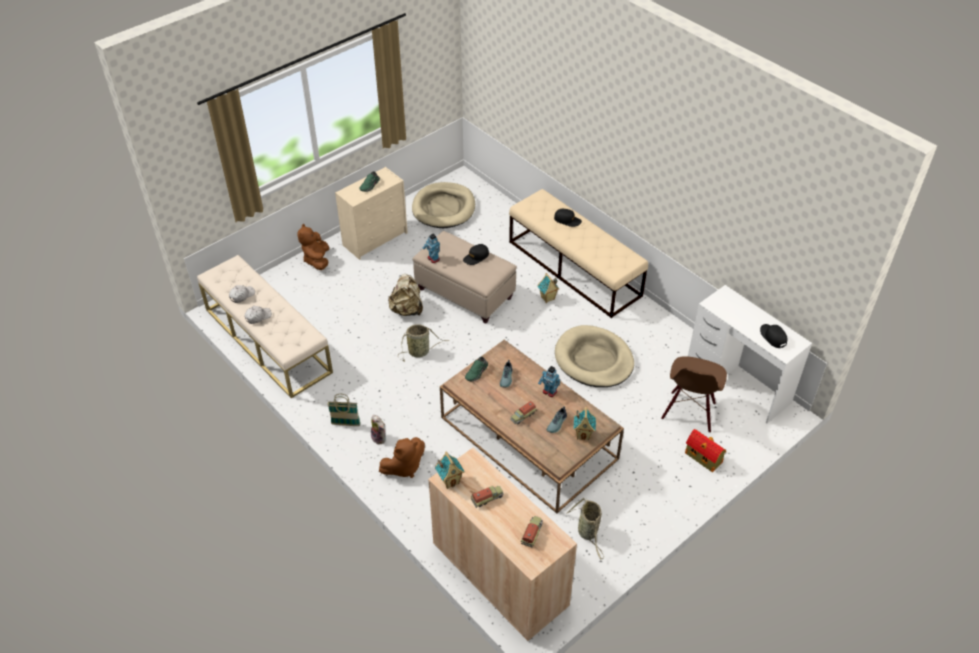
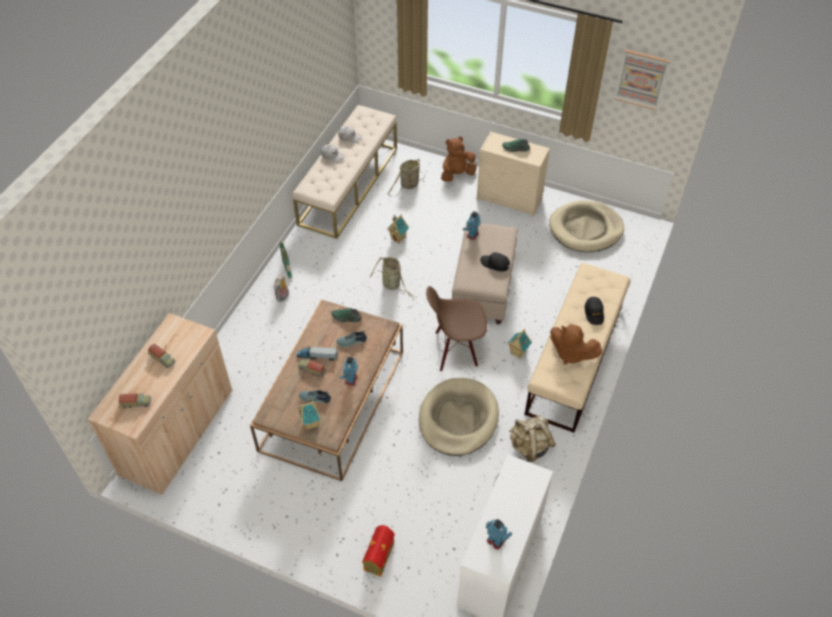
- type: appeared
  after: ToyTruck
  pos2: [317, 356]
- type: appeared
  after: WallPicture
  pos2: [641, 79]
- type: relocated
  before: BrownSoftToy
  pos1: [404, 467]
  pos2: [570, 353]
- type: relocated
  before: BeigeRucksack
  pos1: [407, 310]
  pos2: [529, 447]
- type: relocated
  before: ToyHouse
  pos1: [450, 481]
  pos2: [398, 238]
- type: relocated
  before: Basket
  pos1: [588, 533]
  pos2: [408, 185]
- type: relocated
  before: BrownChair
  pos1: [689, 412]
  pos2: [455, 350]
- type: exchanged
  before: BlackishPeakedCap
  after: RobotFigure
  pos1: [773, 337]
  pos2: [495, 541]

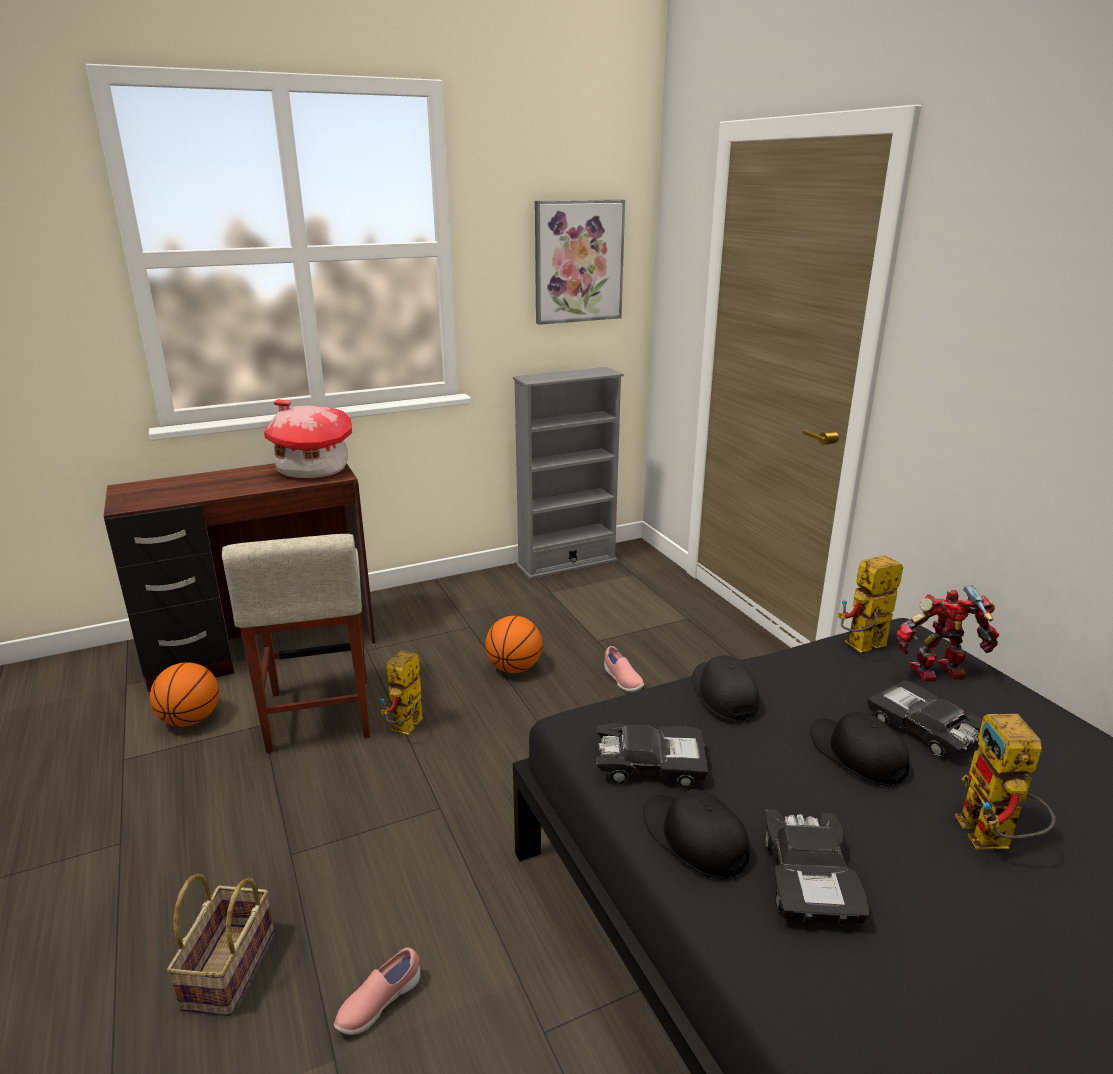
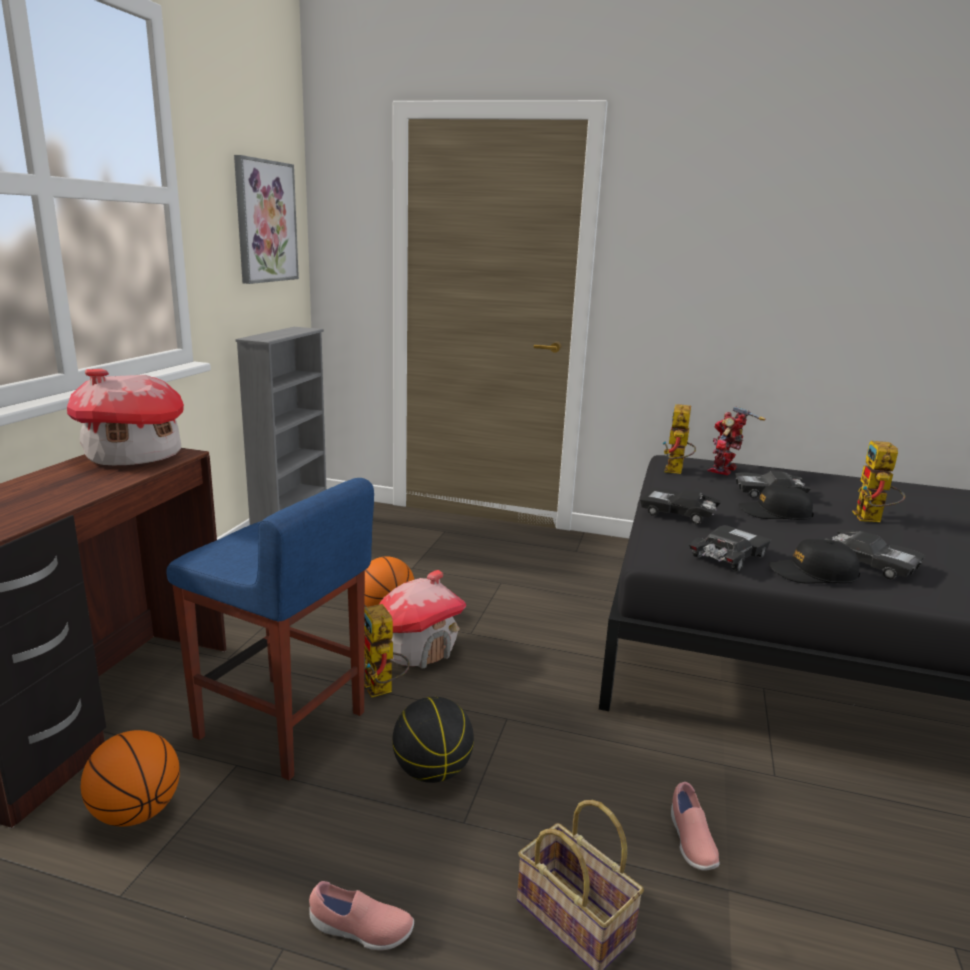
- type: appeared
  after: ToyHouse
  pos2: [419, 649]
- type: appeared
  after: Basketball
  pos2: [432, 772]
- type: relocated
  before: PinkishItemOfFootwear
  pos1: [622, 680]
  pos2: [360, 931]
- type: exchanged
  before: BlackishPeakedCap
  after: BlackishModelCar
  pos1: [723, 694]
  pos2: [679, 513]
- type: colour
  before: BeigeStool
  after: BlueStool
  pos1: [319, 715]
  pos2: [283, 725]
- type: spun
  before: RobotFigure
  pos1: [993, 841]
  pos2: [872, 520]
  turn: 60

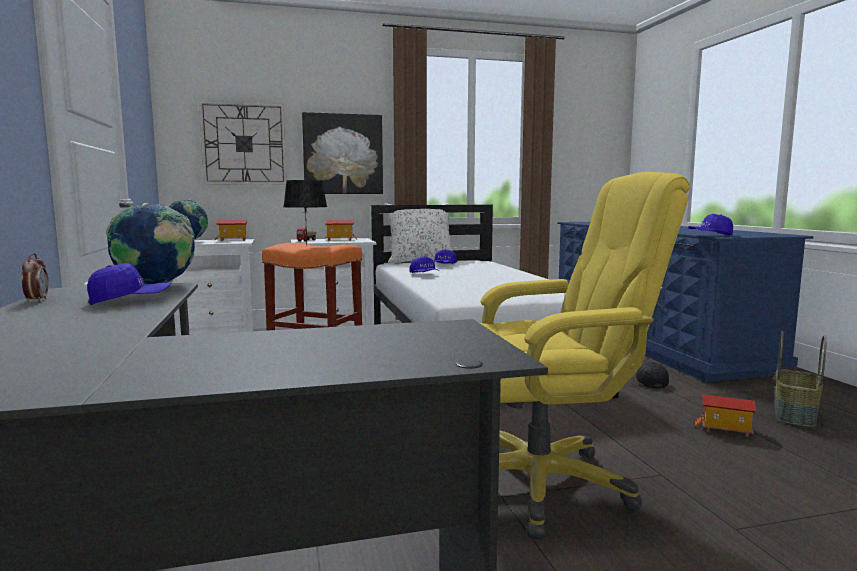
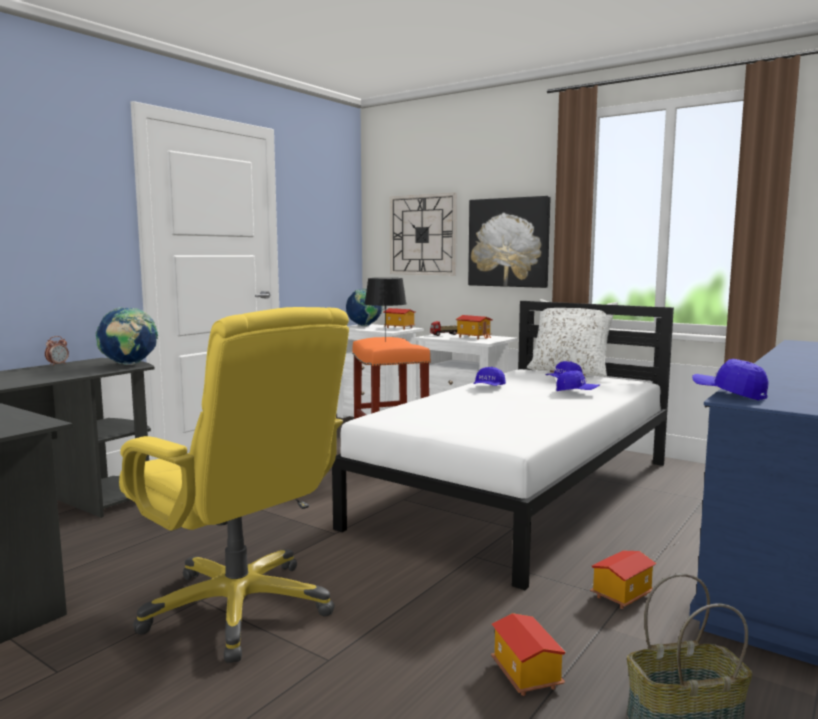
- type: relocated
  before: BluePeakedCap
  pos1: [130, 301]
  pos2: [577, 392]
- type: exchanged
  before: BlackishPeakedCap
  after: ToyHouse
  pos1: [649, 382]
  pos2: [621, 595]

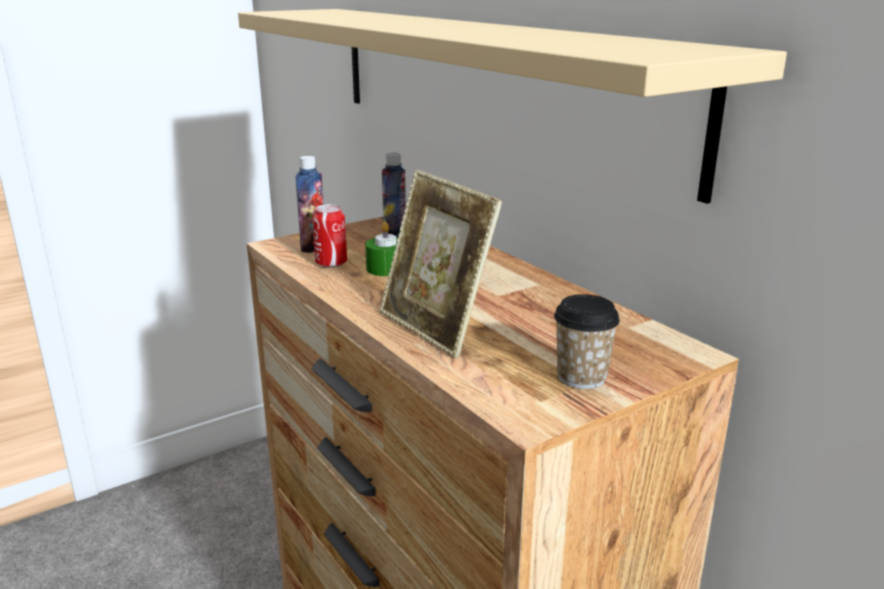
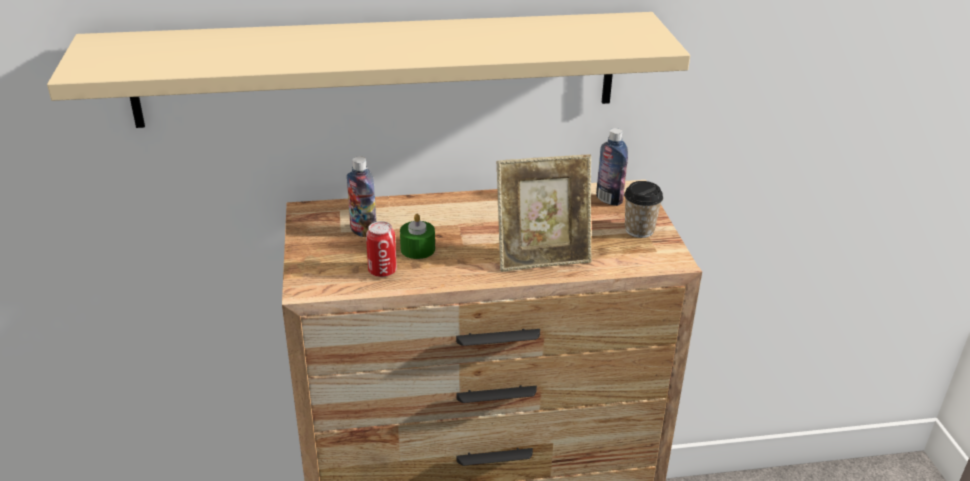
- type: relocated
  before: Bottle
  pos1: [313, 247]
  pos2: [609, 199]

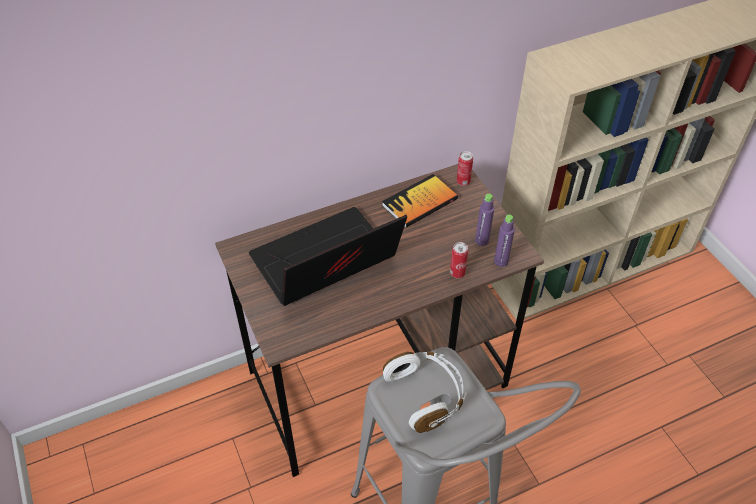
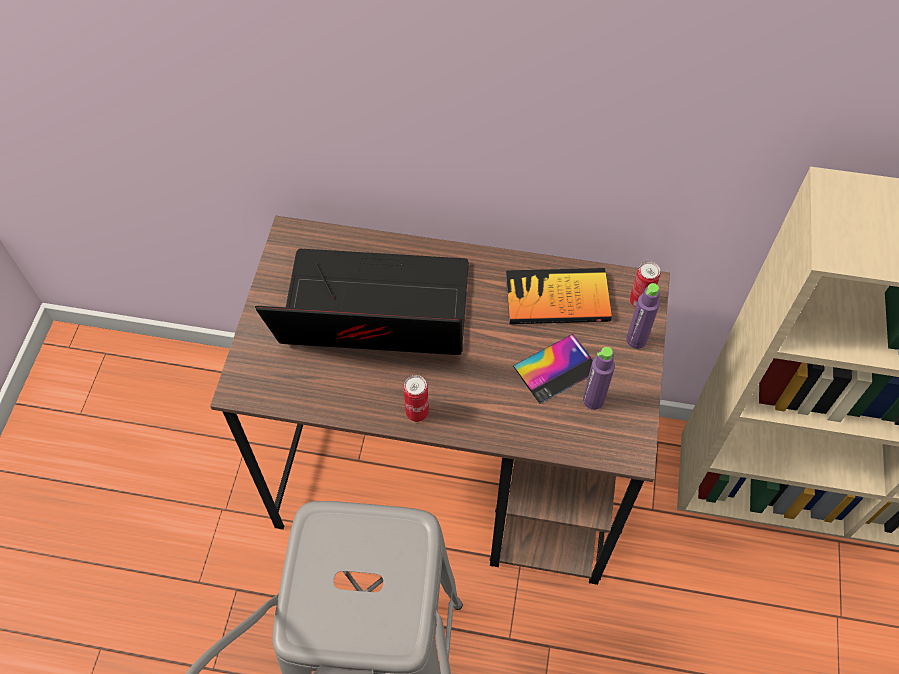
- type: missing
  before: WhiteColouredHeadset
  pos1: [426, 395]
- type: appeared
  after: Phone
  pos2: [556, 368]
- type: relocated
  before: MetalCan
  pos1: [457, 273]
  pos2: [417, 412]
- type: relocated
  before: PurpleColouredBottle
  pos1: [501, 261]
  pos2: [636, 340]

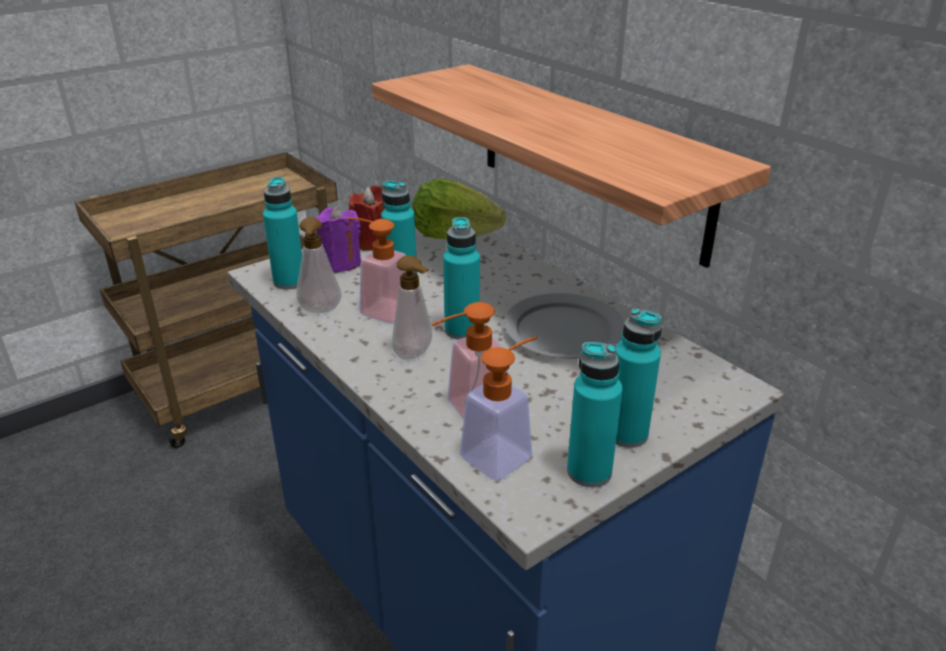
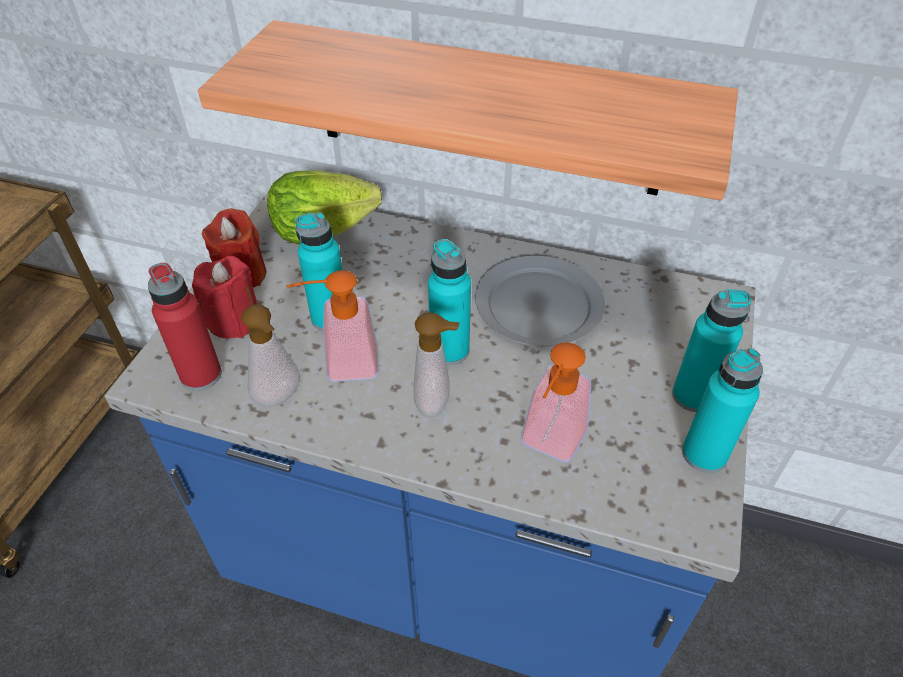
- type: missing
  before: SoapDispenser
  pos1: [504, 452]
- type: colour
  before: TurquoiseColouredBottle
  after: ReddishBottle
  pos1: [289, 282]
  pos2: [201, 375]
- type: colour
  before: PurpleColouredWaxLight
  after: ReddishWaxLight
  pos1: [340, 263]
  pos2: [234, 320]

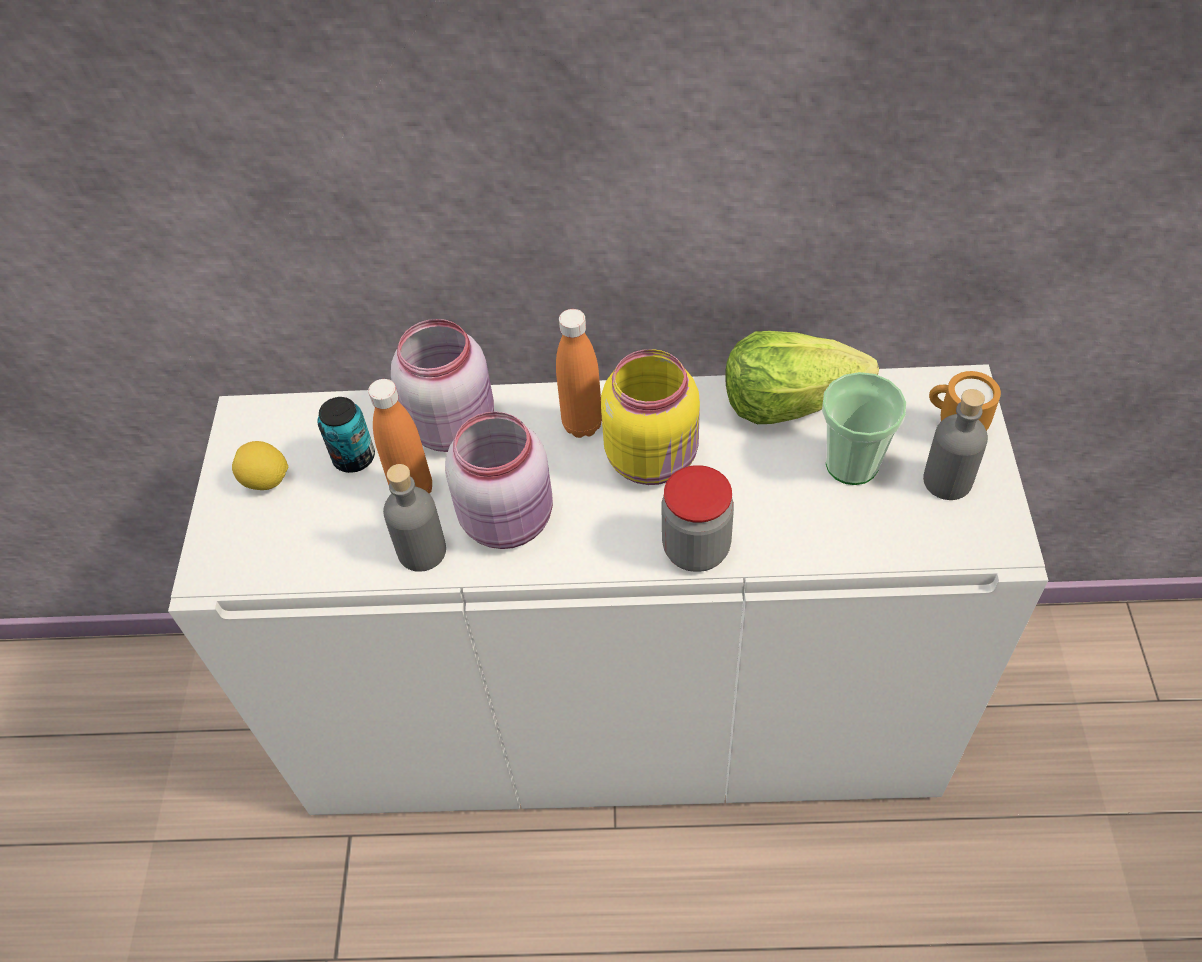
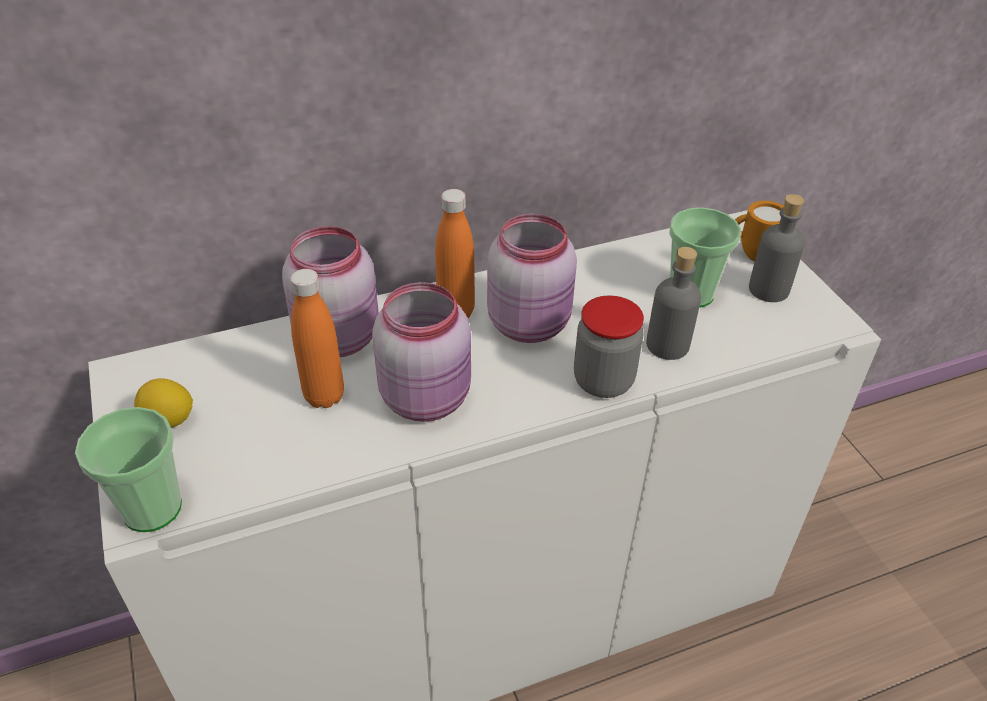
- type: missing
  before: MetalCan
  pos1: [354, 458]
- type: missing
  before: Lettuce
  pos1: [789, 399]
- type: appeared
  after: SmallCup
  pos2: [152, 508]
- type: relocated
  before: GreyishBottle
  pos1: [422, 551]
  pos2: [667, 345]
- type: colour
  before: YellowJar
  after: PinkishJar
  pos1: [654, 458]
  pos2: [531, 323]

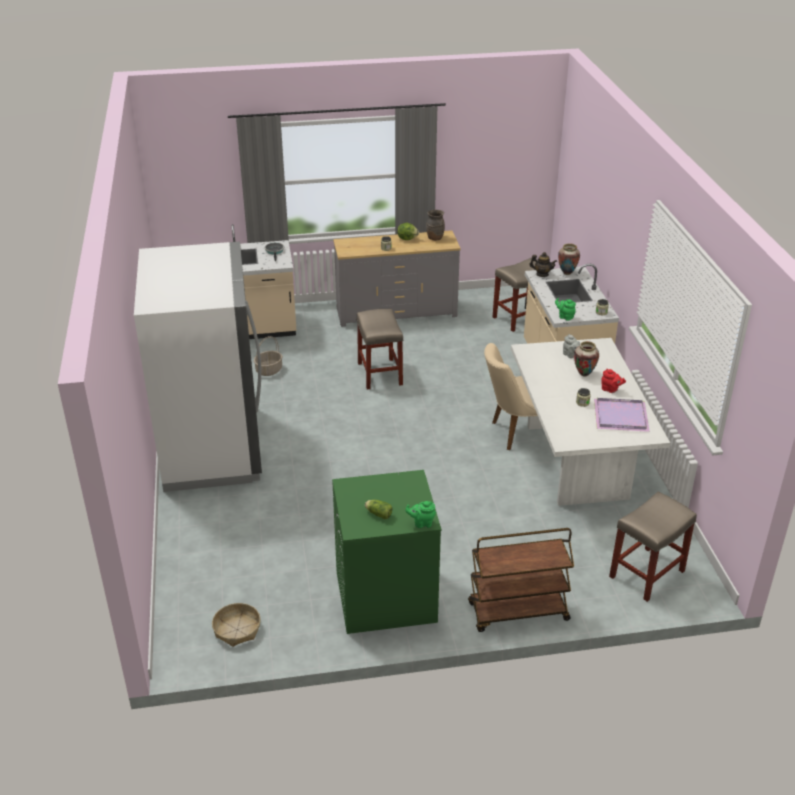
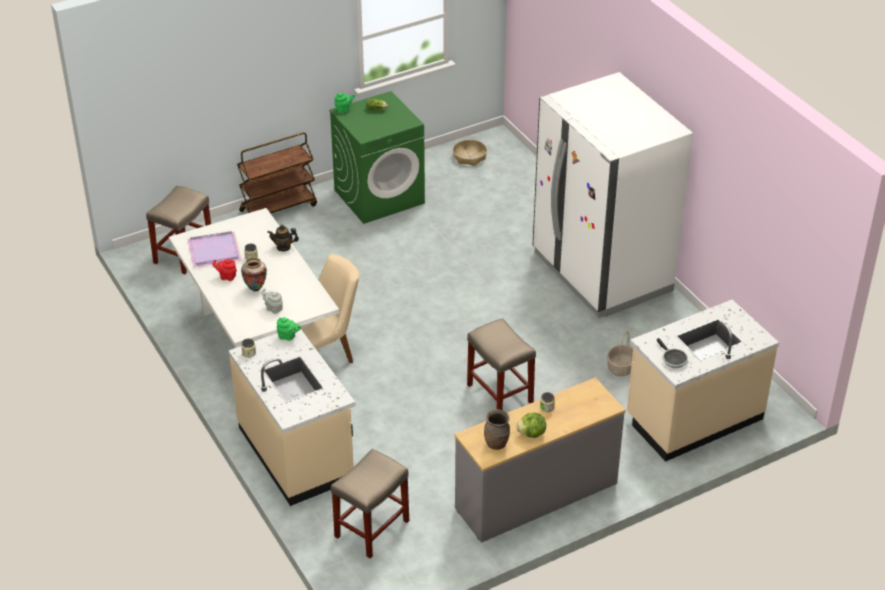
- type: missing
  before: Vase
  pos1: [567, 273]
- type: relocated
  before: TeaPot
  pos1: [542, 274]
  pos2: [283, 247]

